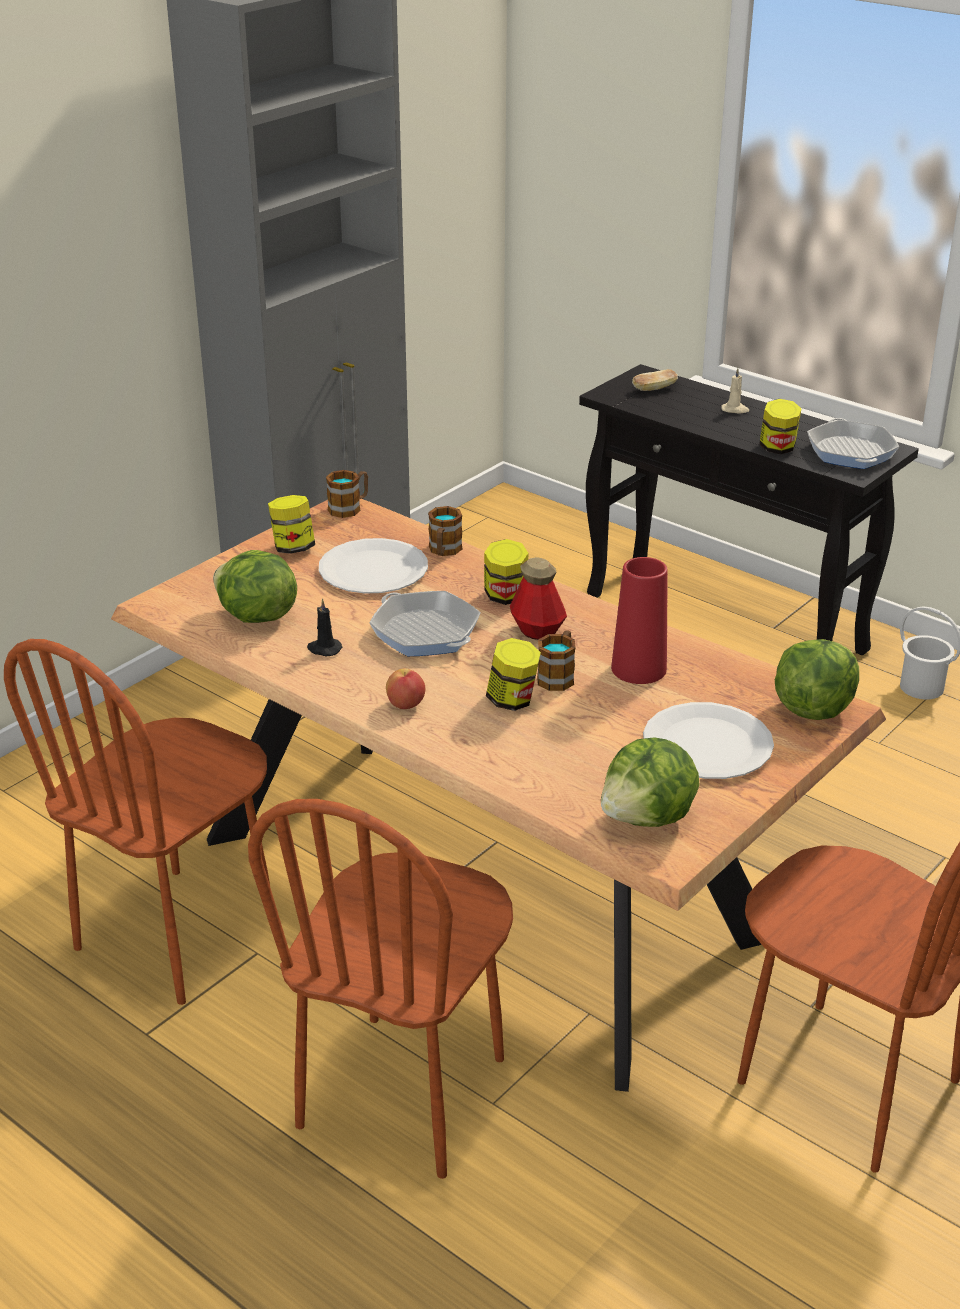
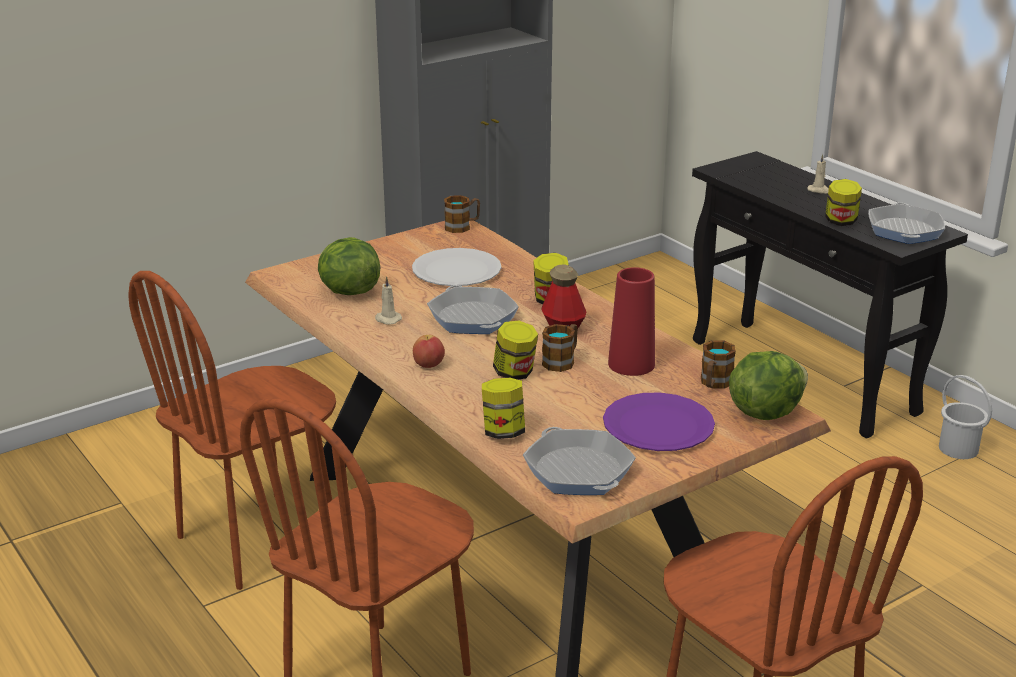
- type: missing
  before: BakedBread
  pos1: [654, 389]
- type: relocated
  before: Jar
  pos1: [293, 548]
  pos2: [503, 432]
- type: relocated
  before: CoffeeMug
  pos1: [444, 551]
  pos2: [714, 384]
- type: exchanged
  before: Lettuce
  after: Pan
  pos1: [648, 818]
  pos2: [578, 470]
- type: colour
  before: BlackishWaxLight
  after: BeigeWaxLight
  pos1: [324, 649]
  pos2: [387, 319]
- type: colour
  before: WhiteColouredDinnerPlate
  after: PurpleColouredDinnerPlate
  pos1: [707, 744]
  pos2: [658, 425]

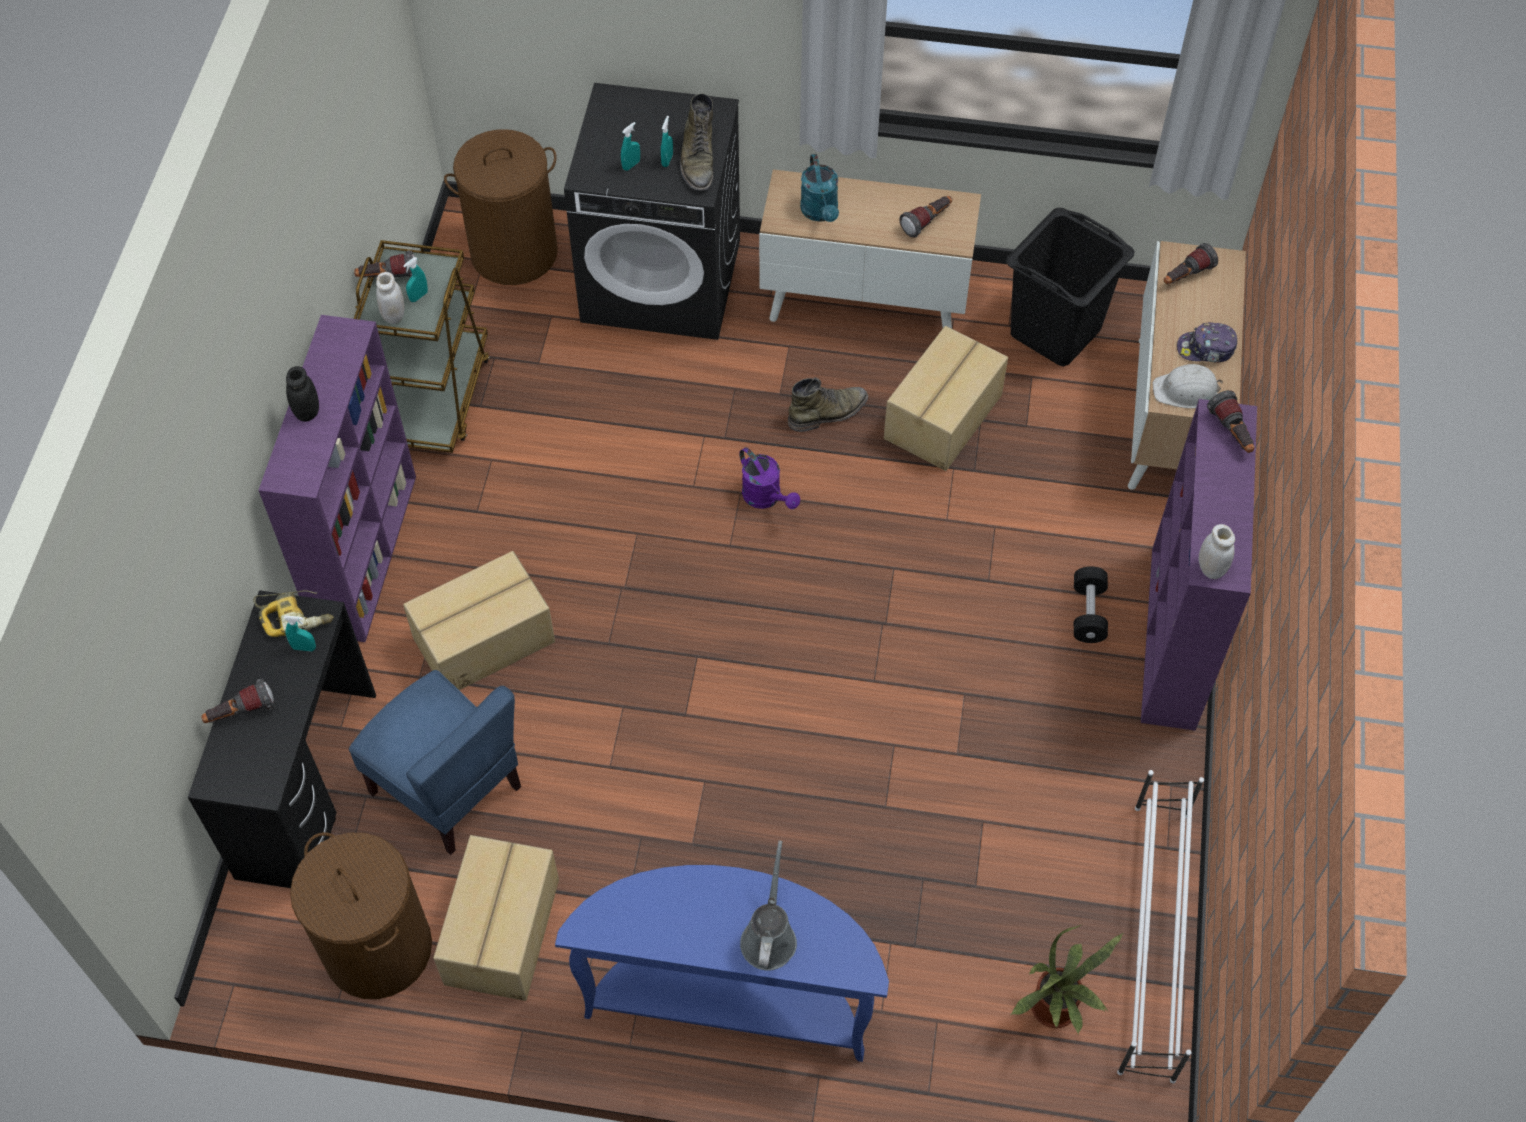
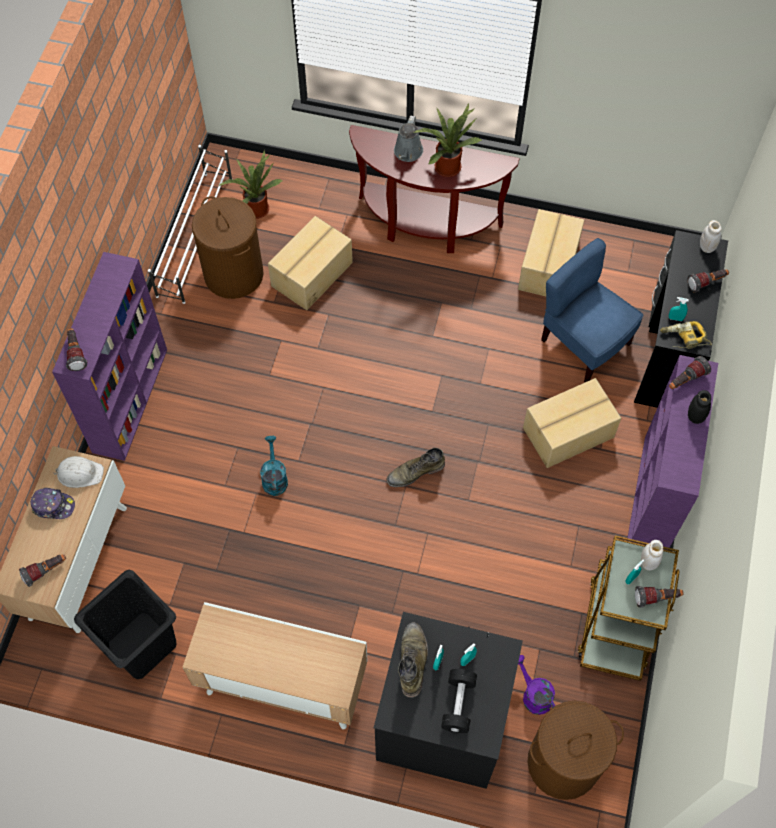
- type: appeared
  after: PottedPlant
  pos2: [447, 165]
- type: relocated
  before: BrownLaundryBasket
  pos1: [377, 948]
  pos2: [234, 274]
- type: relocated
  before: PurpleColouredSprinklingCan
  pos1: [766, 498]
  pos2: [533, 694]
- type: relocated
  before: GreenColouredHighTopBoot
  pos1: [828, 412]
  pos2: [415, 472]
- type: relocated
  before: TurquoiseColouredSprinklingCan
  pos1: [821, 213]
  pos2: [274, 477]
- type: relocated
  before: Carton
  pos1: [944, 417]
  pos2: [311, 274]
- type: relocated
  before: Torch
  pos1: [927, 222]
  pos2: [685, 380]
- type: relocated
  before: BlackishFreeWeight
  pos1: [1088, 613]
  pos2: [458, 704]
- type: relocated
  before: WhiteColouredJar
  pos1: [1211, 569]
  pos2: [706, 247]
- type: colour
  before: BlueNarrowTable
  after: BrownNarrowTable
  pos1: [730, 999]
  pos2: [426, 225]

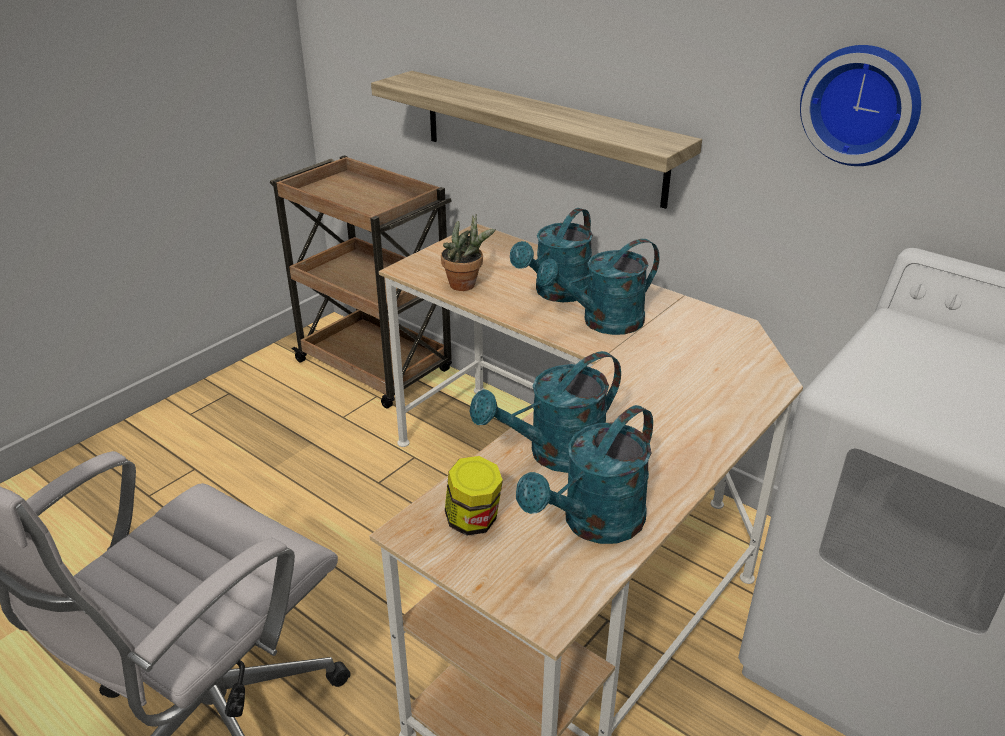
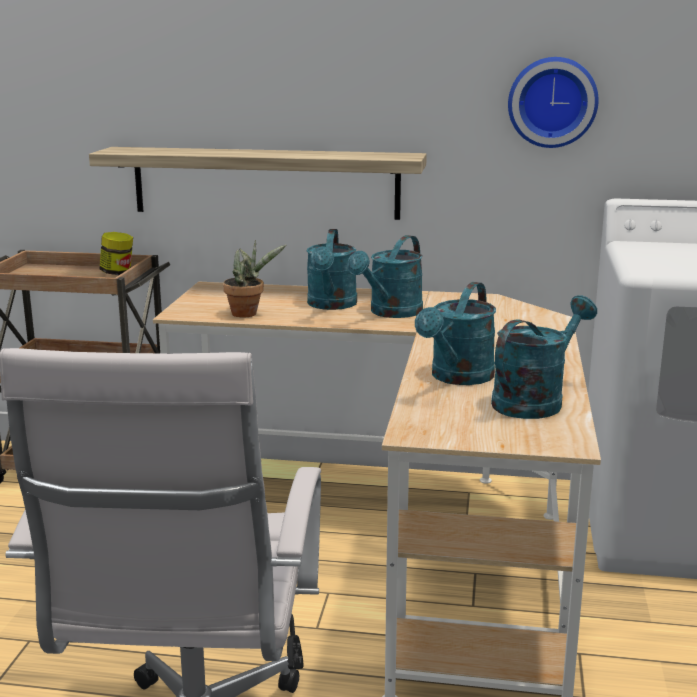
- type: relocated
  before: Jar
  pos1: [473, 521]
  pos2: [117, 273]
- type: spun
  before: TurquoiseColouredSprinklingCan
  pos1: [594, 524]
  pos2: [534, 401]
  turn: -150

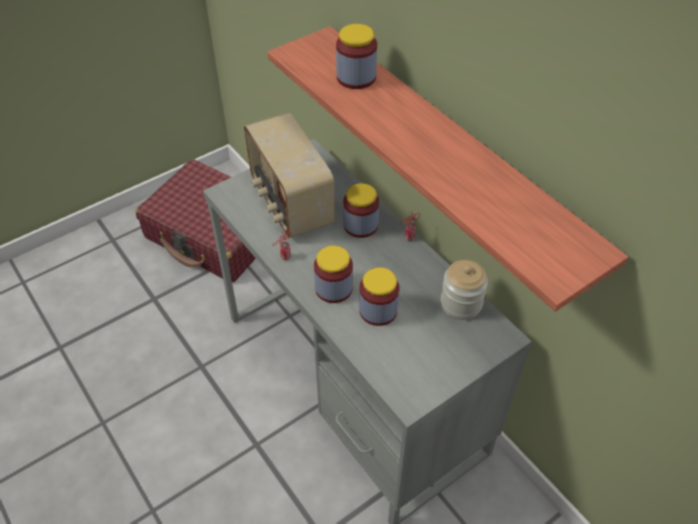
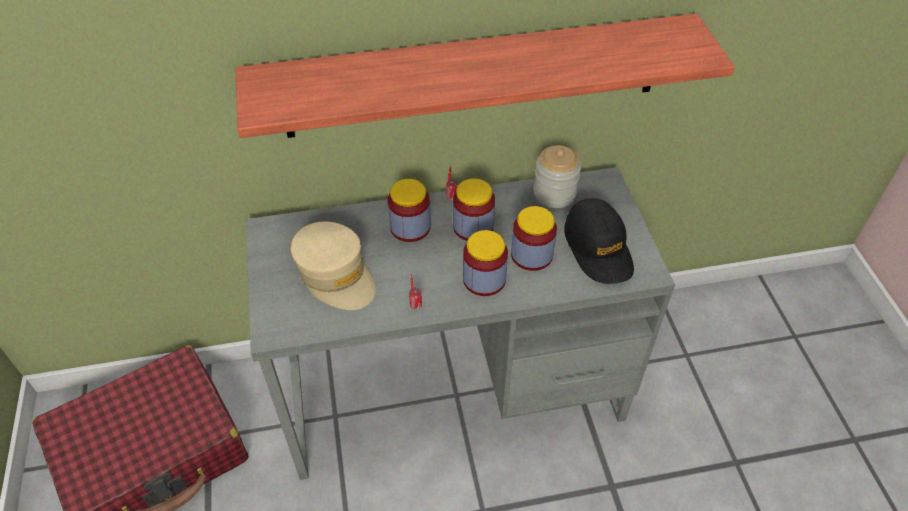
- type: appeared
  after: BlackishPeakedCap
  pos2: [598, 248]
- type: relocated
  before: Jar
  pos1: [356, 77]
  pos2: [473, 227]
- type: exchanged
  before: RadioSet
  after: BeigePeakedCap
  pos1: [290, 203]
  pos2: [336, 275]

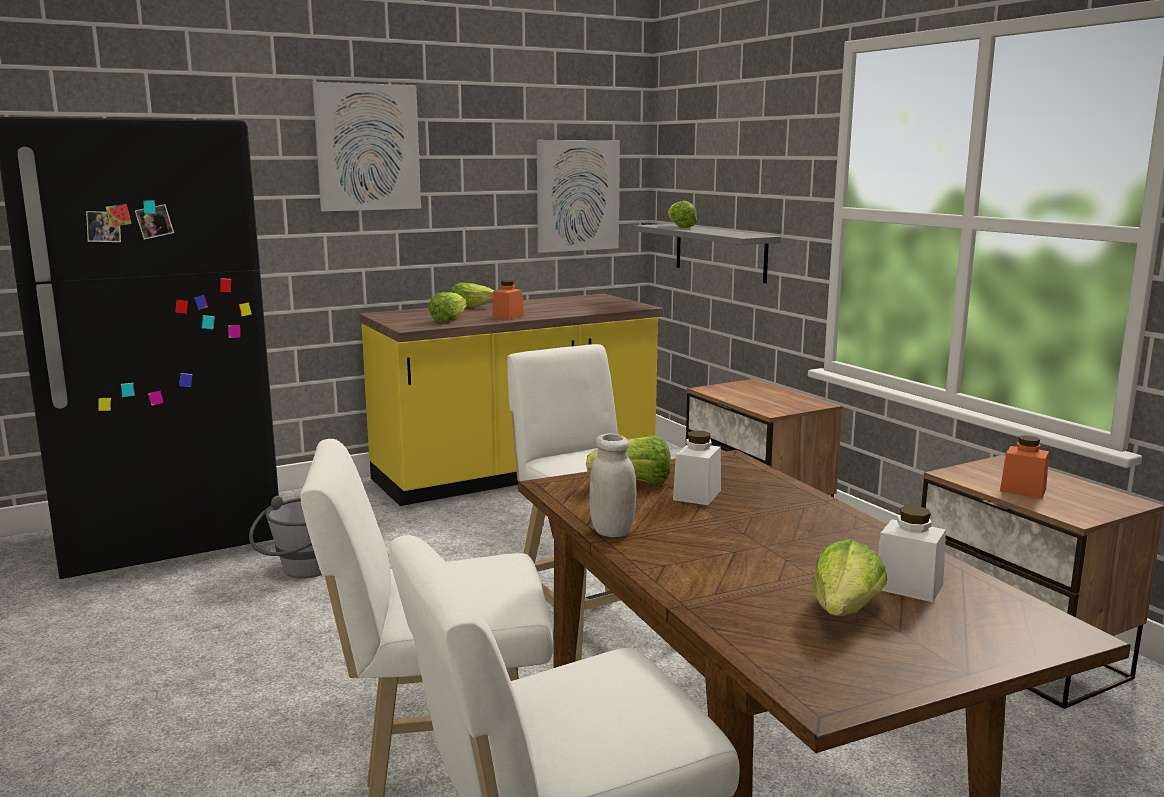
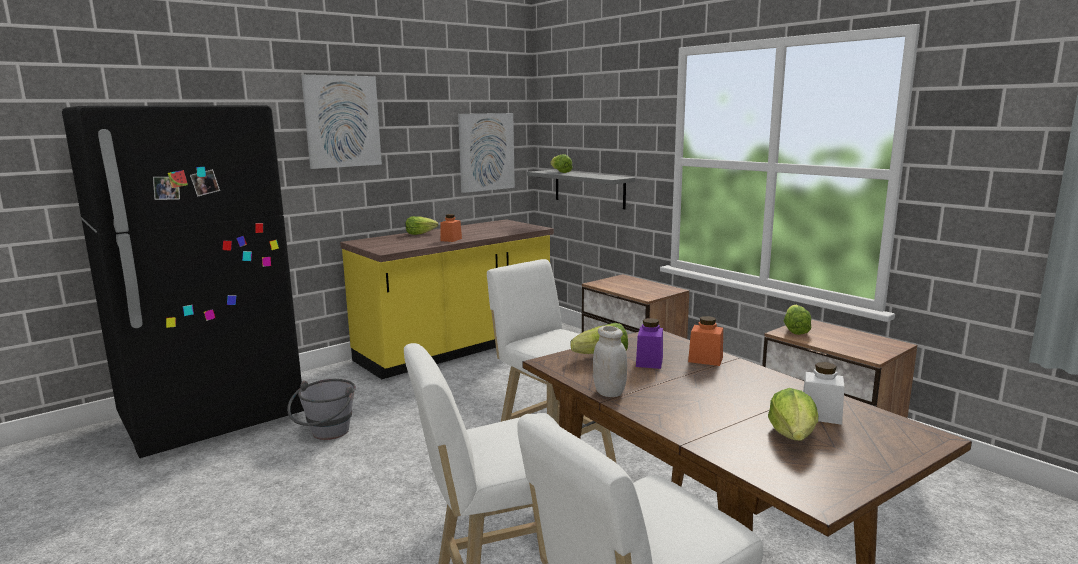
- type: relocated
  before: Lettuce
  pos1: [448, 320]
  pos2: [795, 330]
- type: relocated
  before: OrangeJar
  pos1: [1023, 490]
  pos2: [705, 359]
- type: colour
  before: WhiteColouredJar
  after: PurpleColouredJar
  pos1: [697, 495]
  pos2: [649, 362]

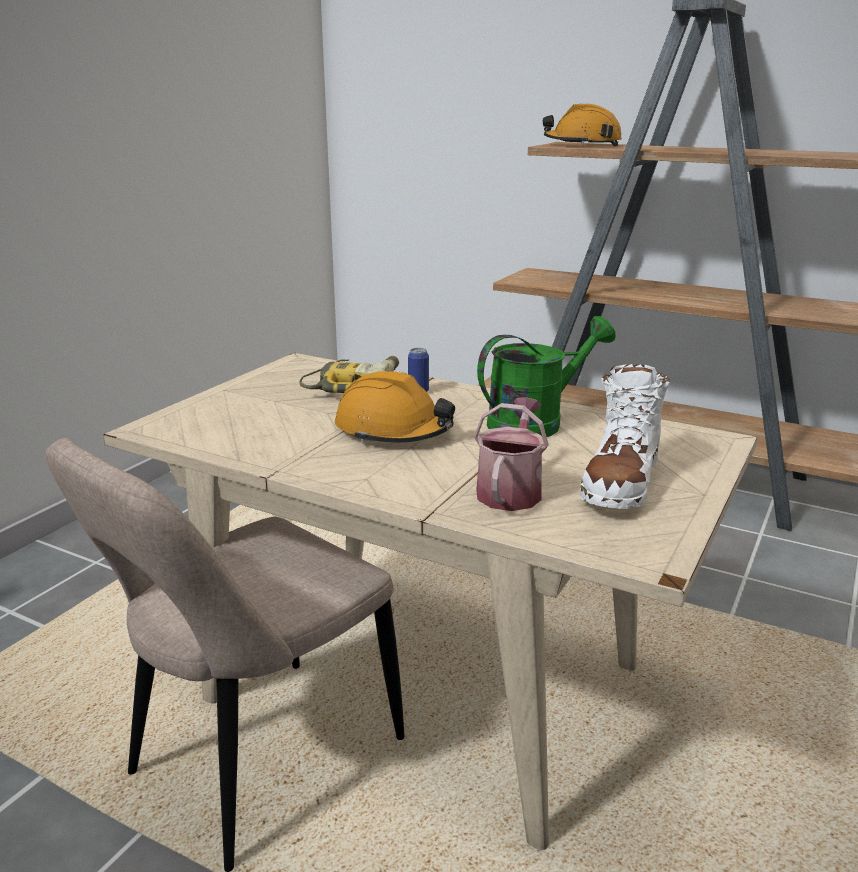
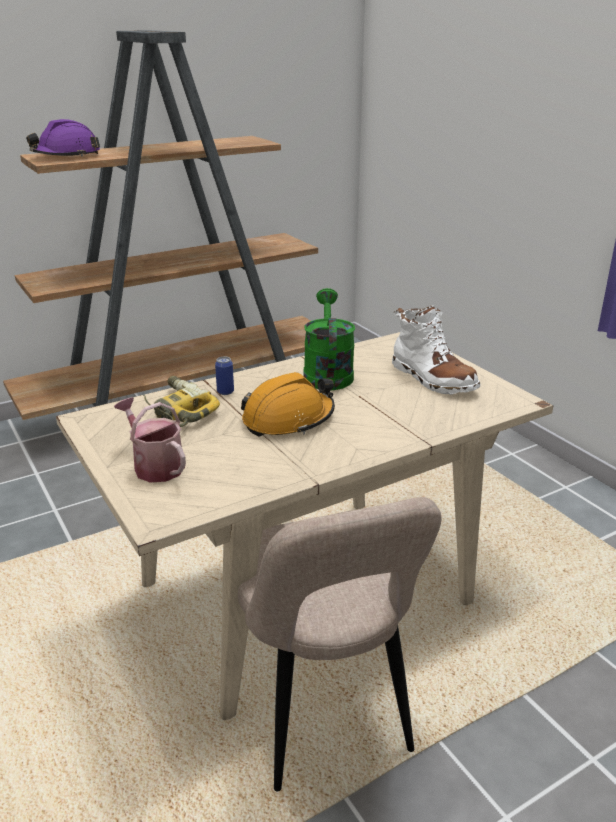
- type: relocated
  before: SprinklingCan
  pos1: [510, 490]
  pos2: [155, 465]
- type: colour
  before: OrangeWorkHelmet
  after: PurpleColouredWorkHelmet
  pos1: [582, 144]
  pos2: [66, 156]

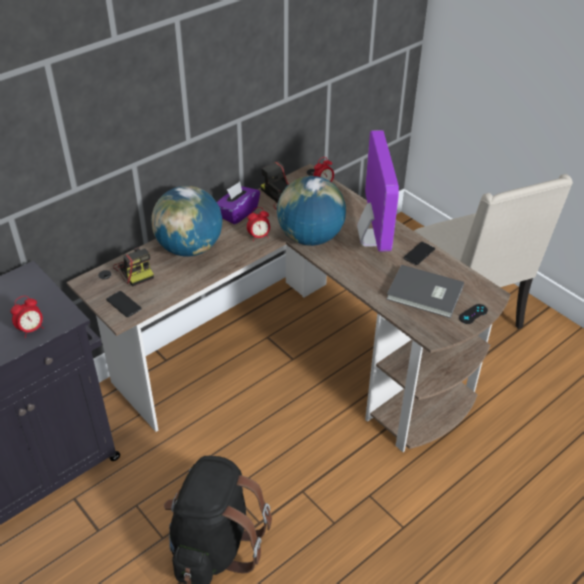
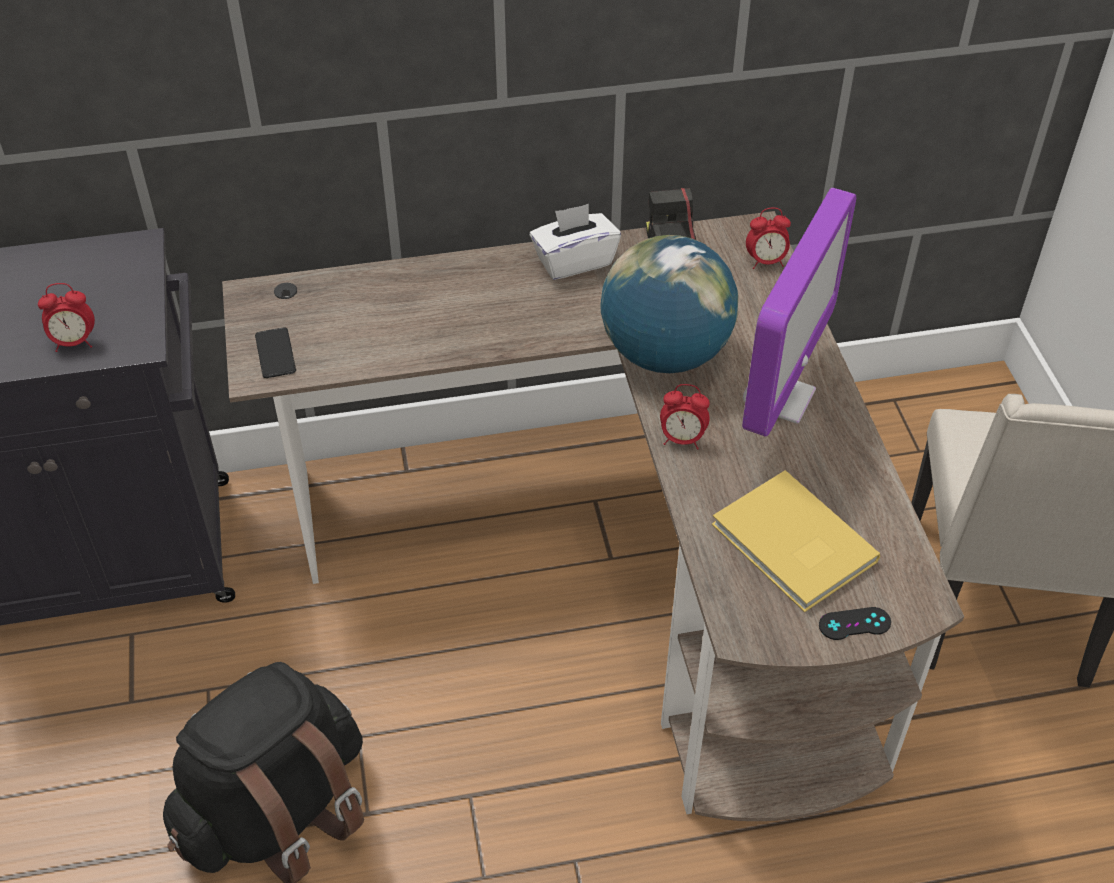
- type: missing
  before: StillCamera
  pos1: [135, 270]
- type: missing
  before: Globe
  pos1: [189, 248]
- type: missing
  before: Phone
  pos1: [419, 254]
- type: relocated
  before: TableClock
  pos1: [259, 236]
  pos2: [682, 439]
- type: colour
  before: PurpleColouredTissueHolder
  after: WhiteColouredTissueHolder
  pos1: [237, 213]
  pos2: [574, 261]
- type: colour
  before: GreyishBoundBook
  after: YellowBoundBook
  pos1: [425, 294]
  pos2: [792, 546]

